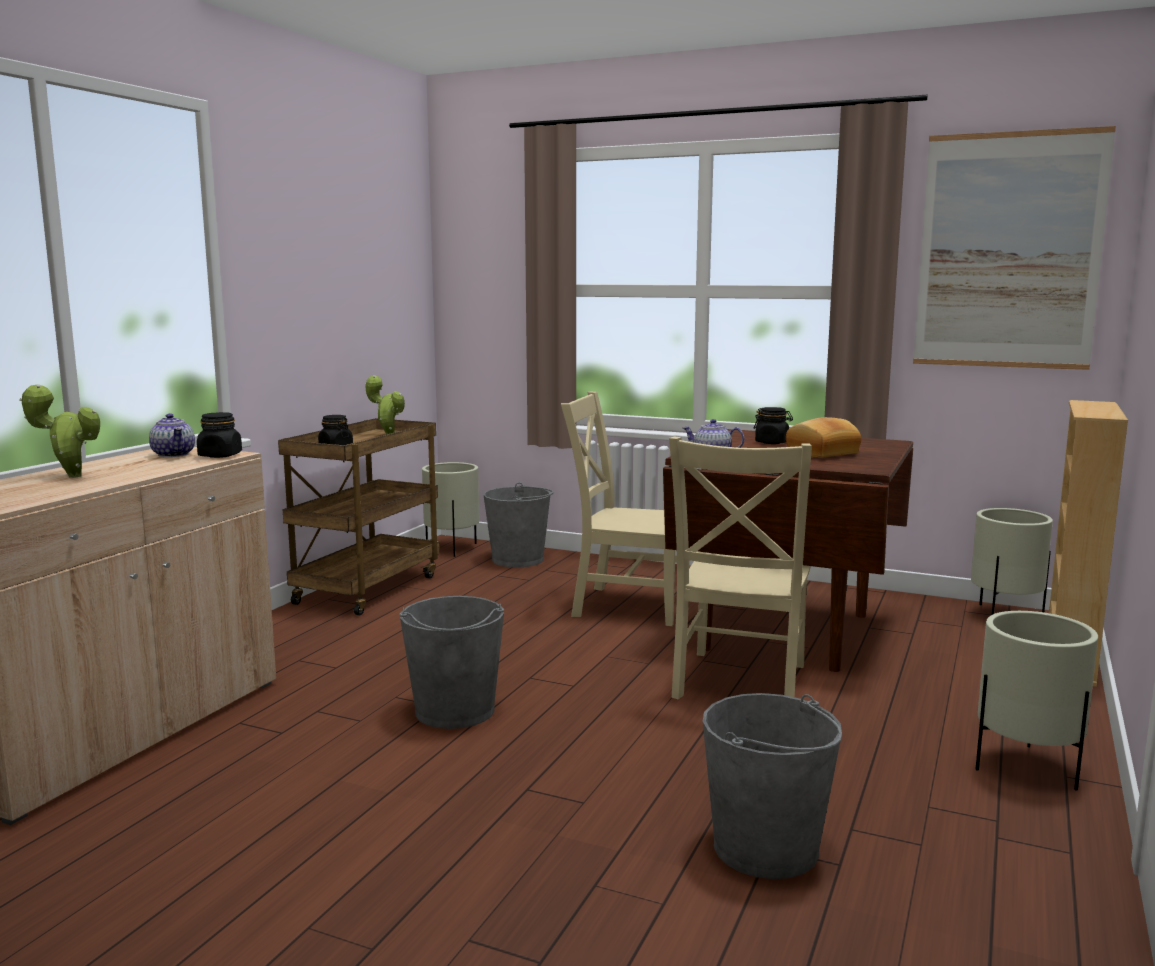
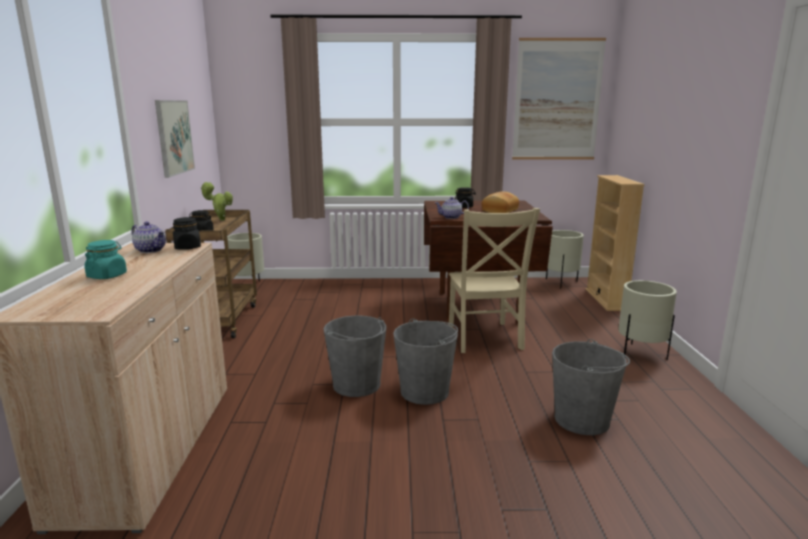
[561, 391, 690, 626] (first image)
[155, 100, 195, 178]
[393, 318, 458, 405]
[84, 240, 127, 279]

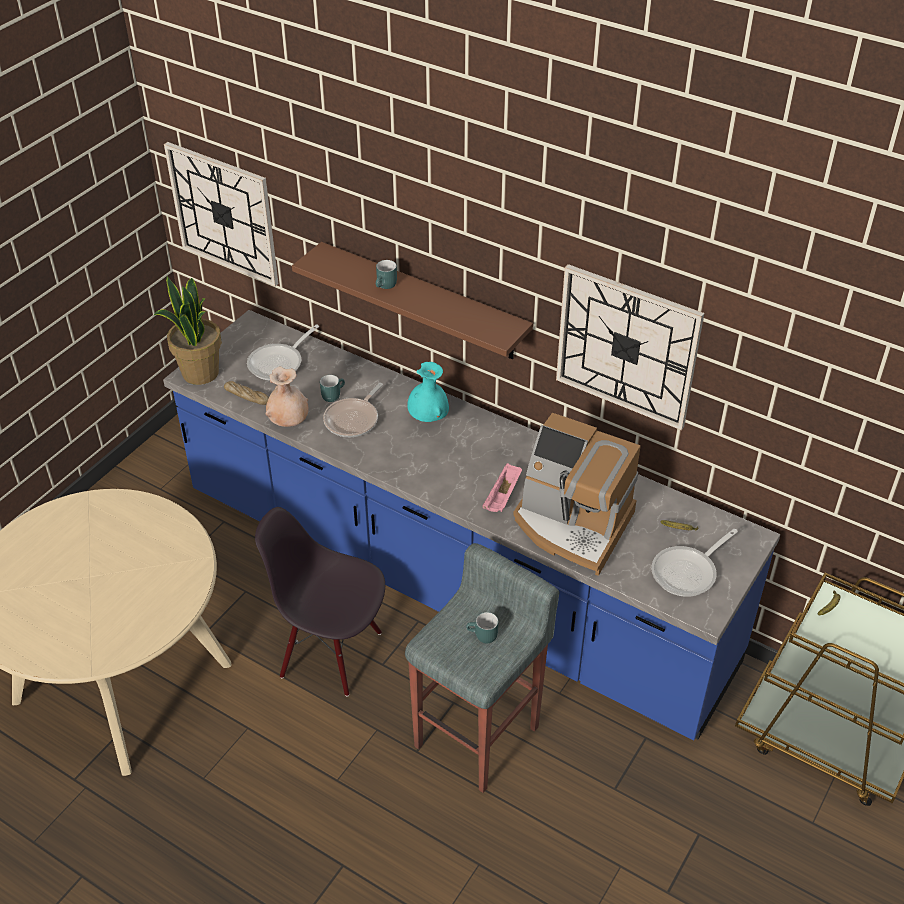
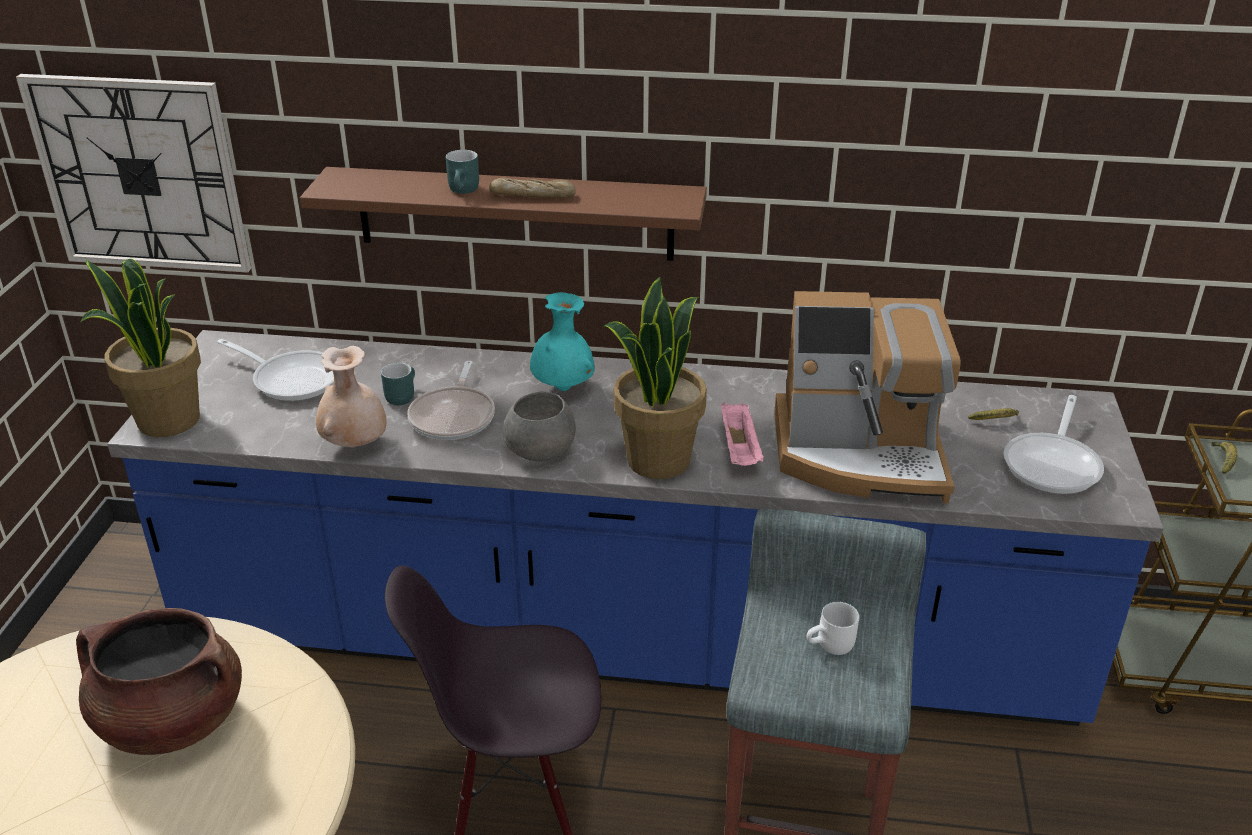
[556, 264, 704, 430] (first image)
[76, 608, 242, 755]
[503, 391, 576, 461]
[603, 277, 707, 479]
[489, 178, 576, 198]
[807, 602, 859, 655]
[217, 339, 334, 401]

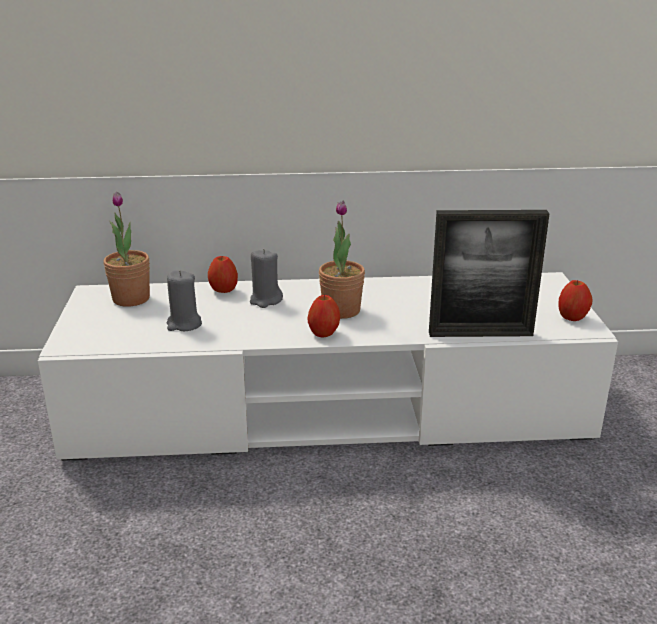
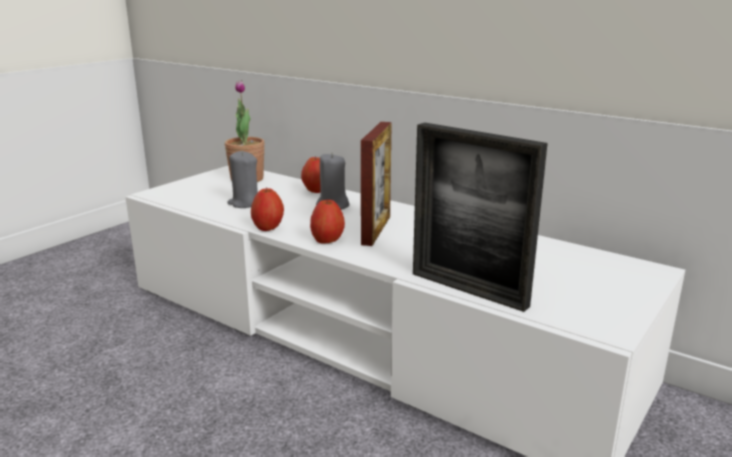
[251, 187, 284, 231]
[361, 122, 392, 246]

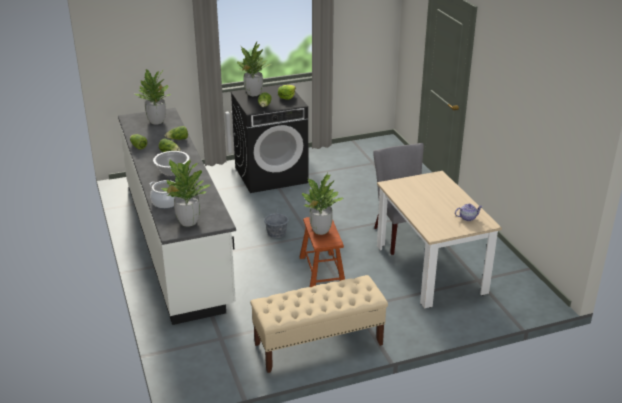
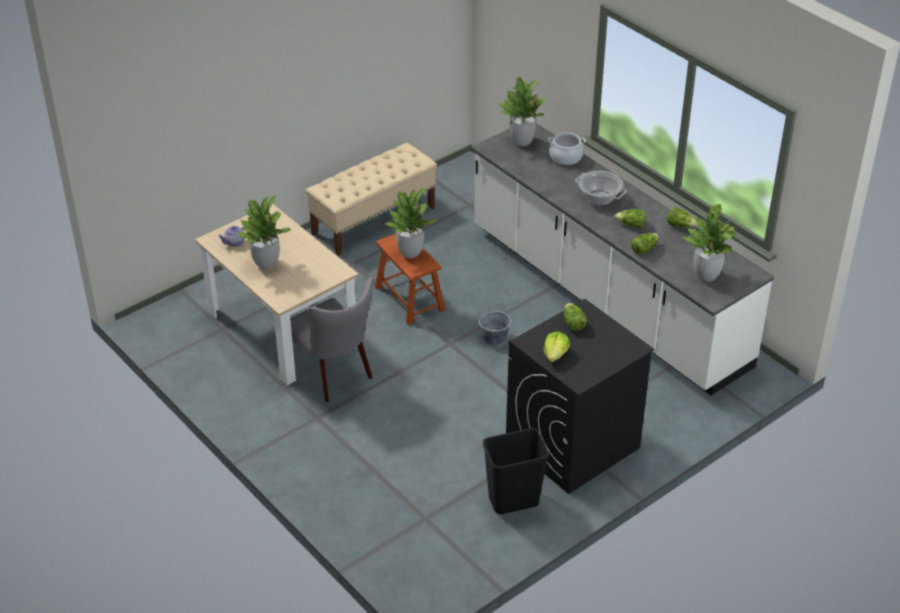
[483, 428, 549, 514]
[236, 195, 291, 270]

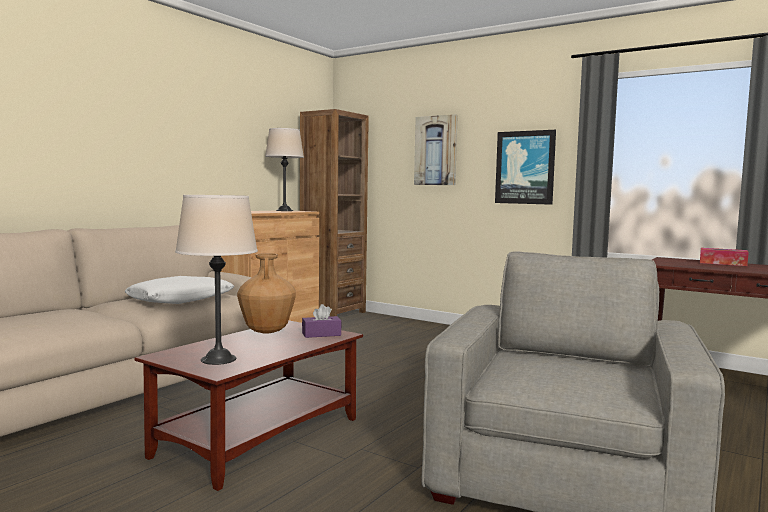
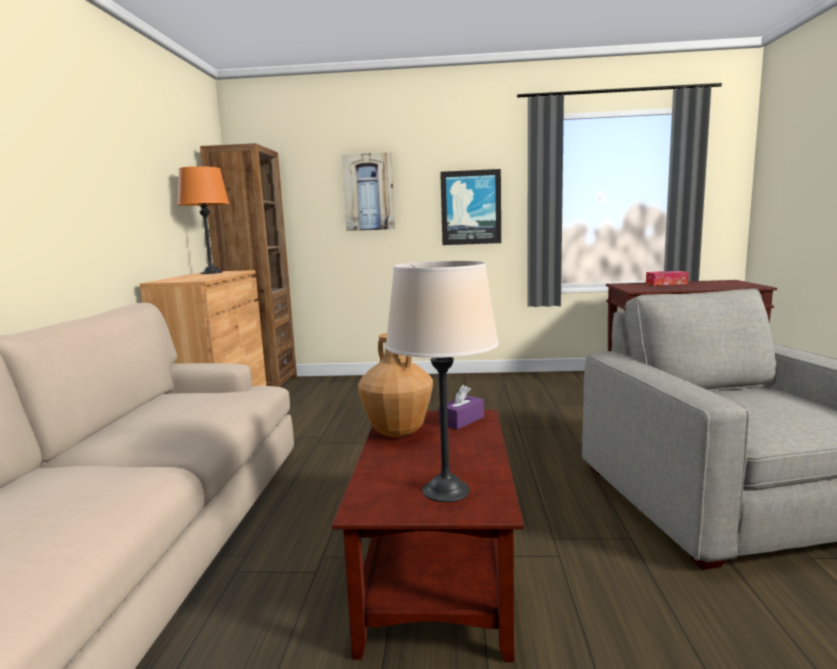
[125, 276, 234, 304] (first image)
[177, 166, 229, 274]

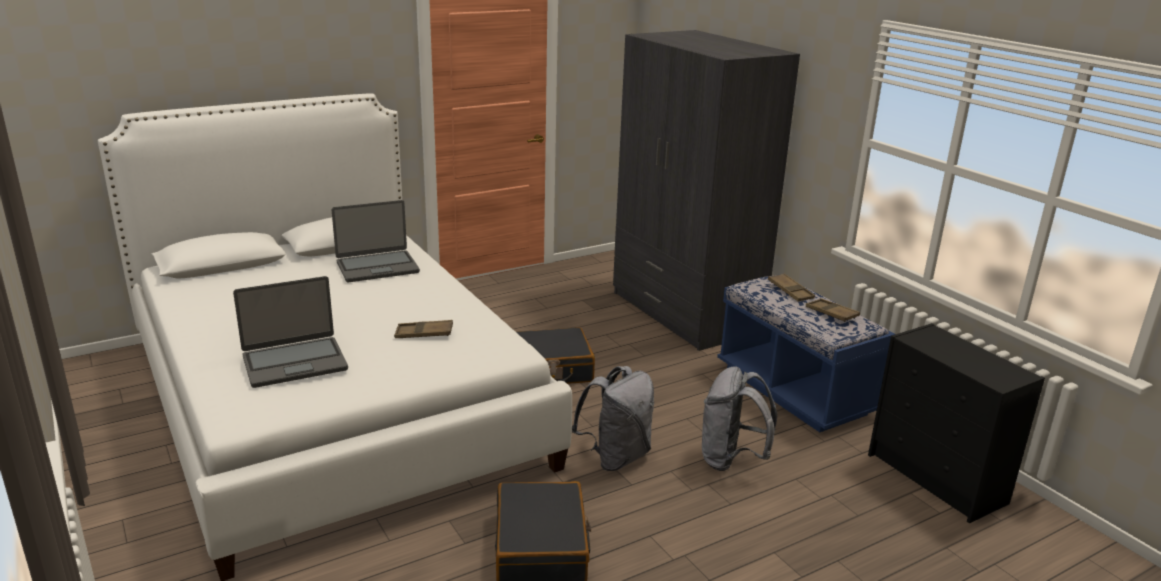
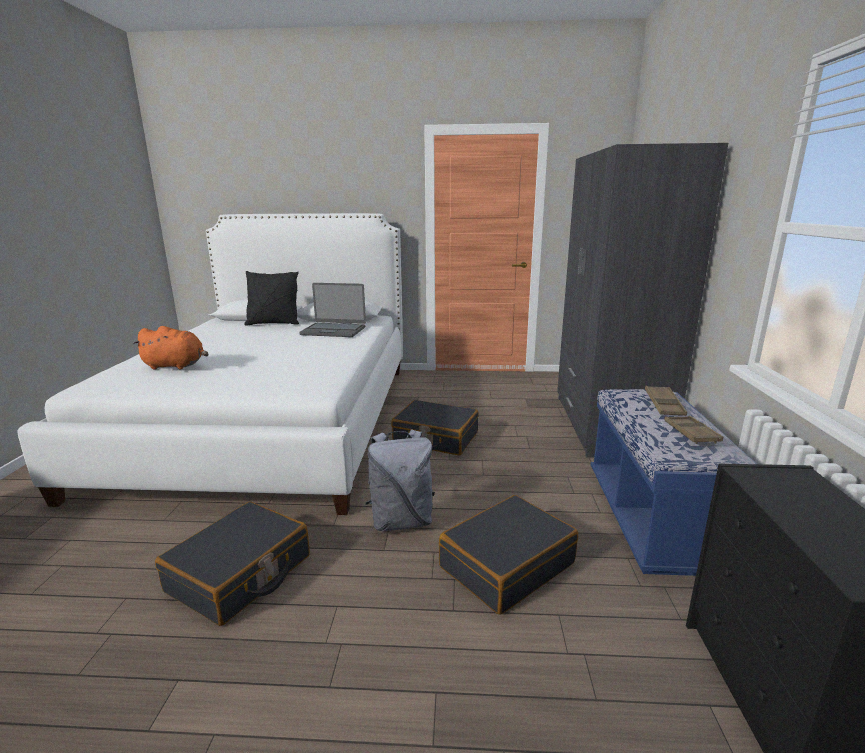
[394, 320, 453, 338] (first image)
[245, 271, 299, 326]
[133, 326, 209, 370]
[439, 495, 578, 615]

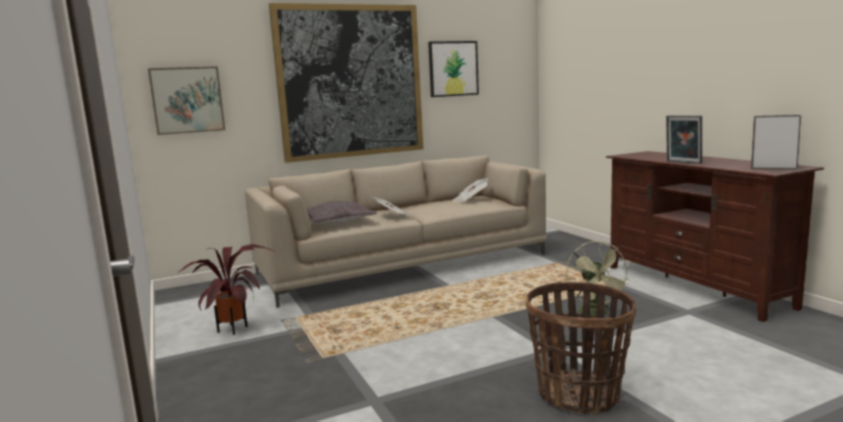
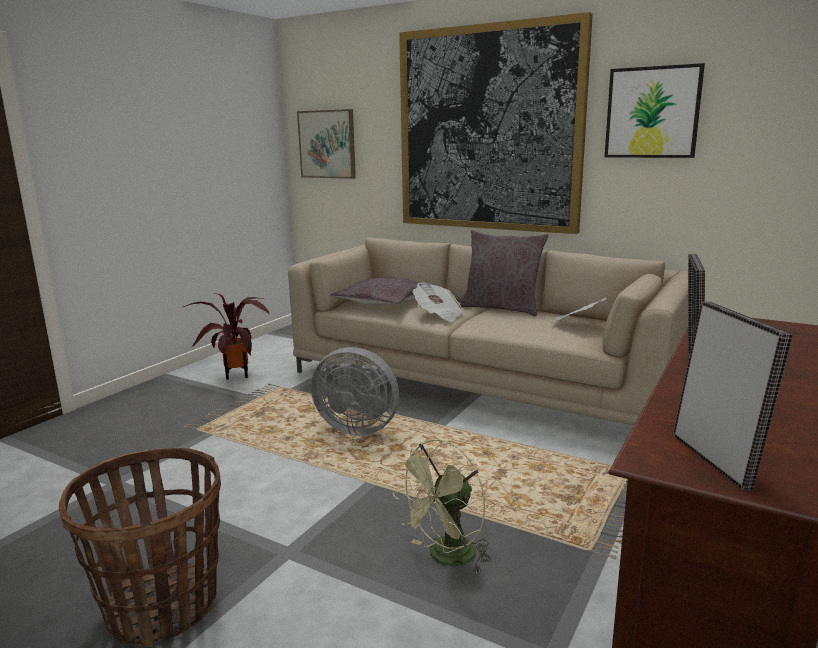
[311, 347, 399, 436]
[460, 230, 549, 316]

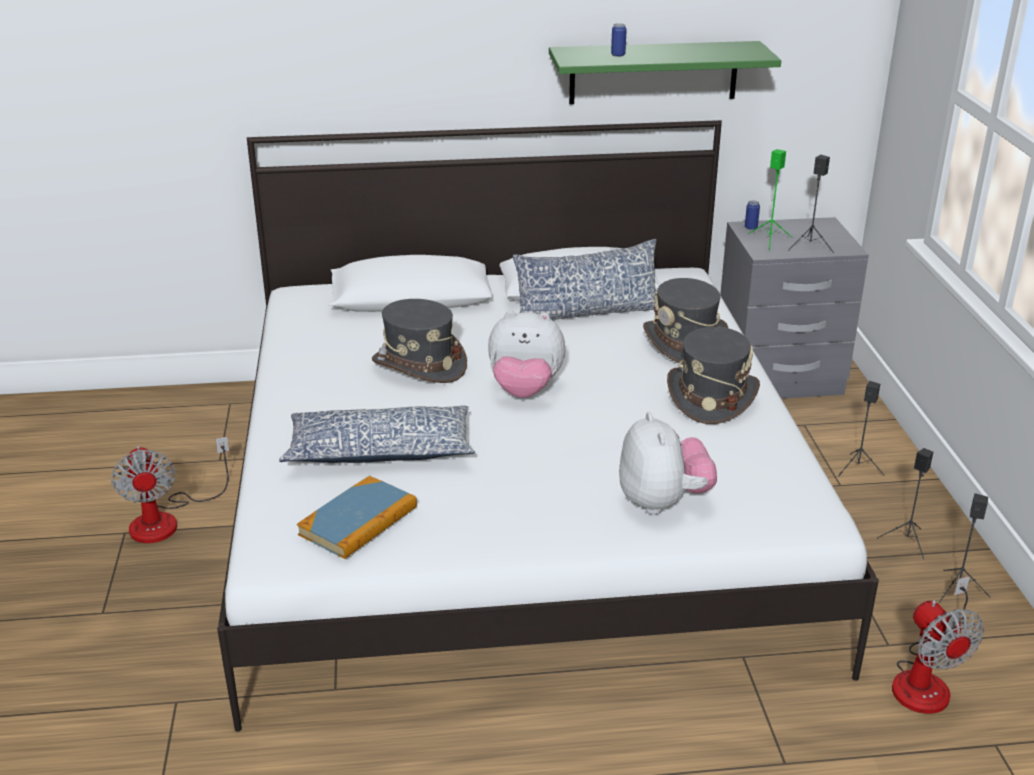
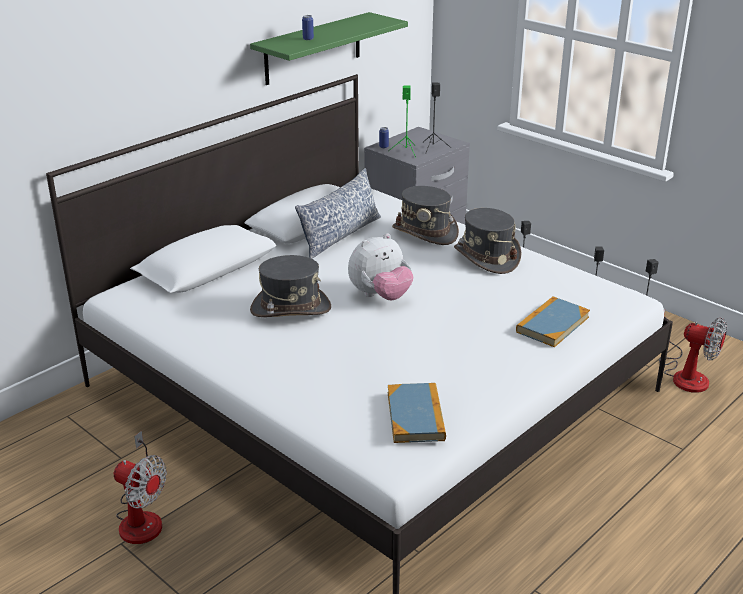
[279, 406, 475, 463] (first image)
[516, 296, 590, 347]

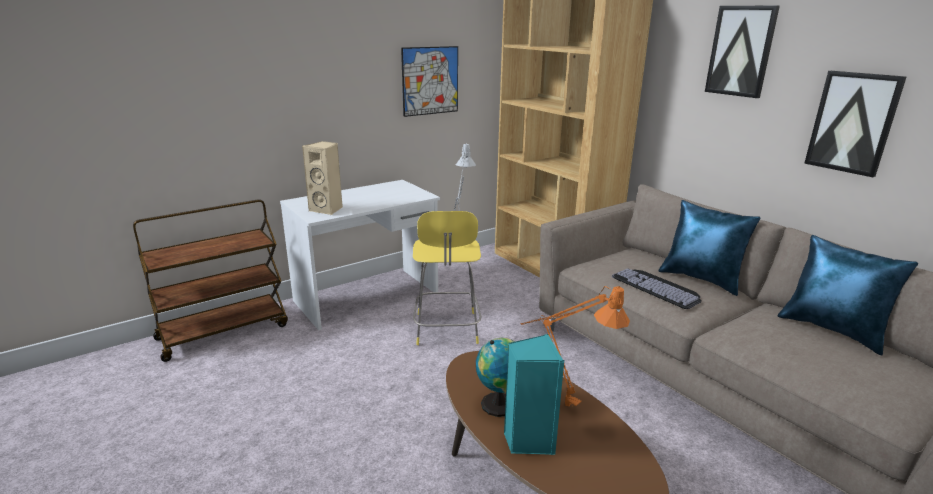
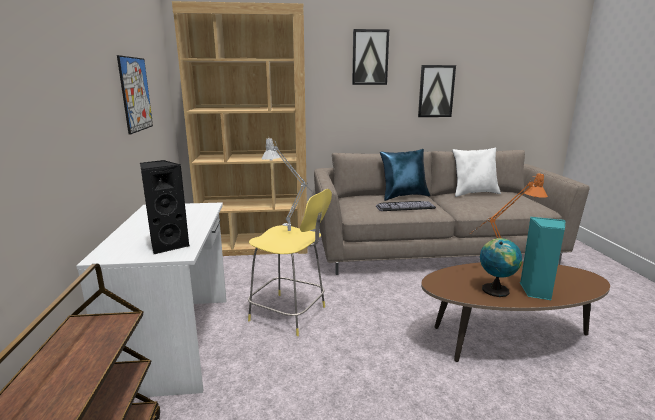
[140, 160, 190, 254]
[452, 148, 501, 197]

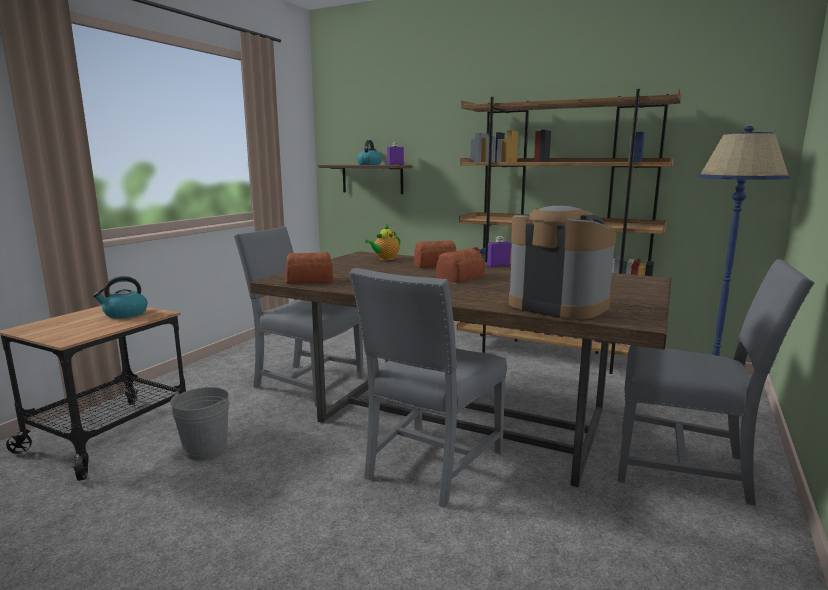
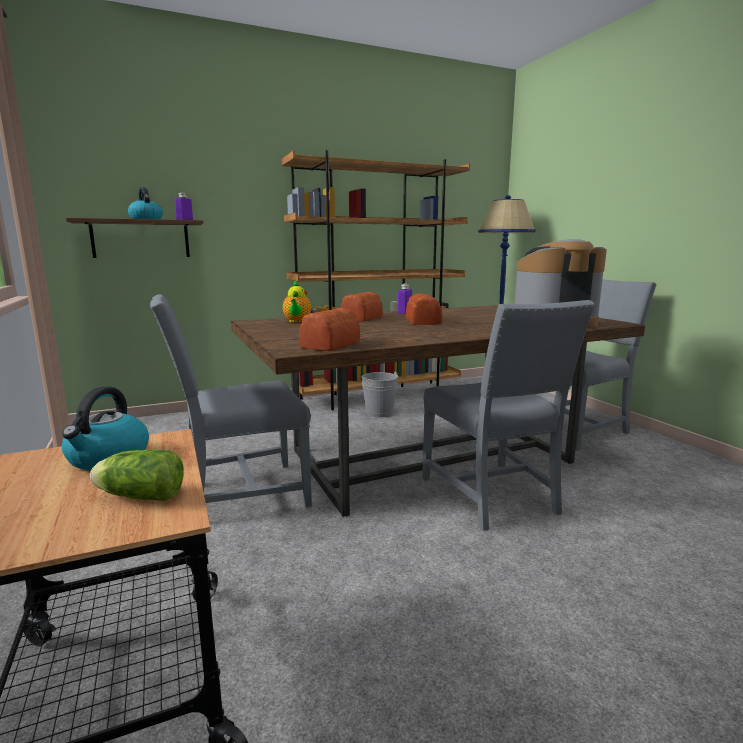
[90, 449, 184, 501]
[362, 372, 398, 417]

